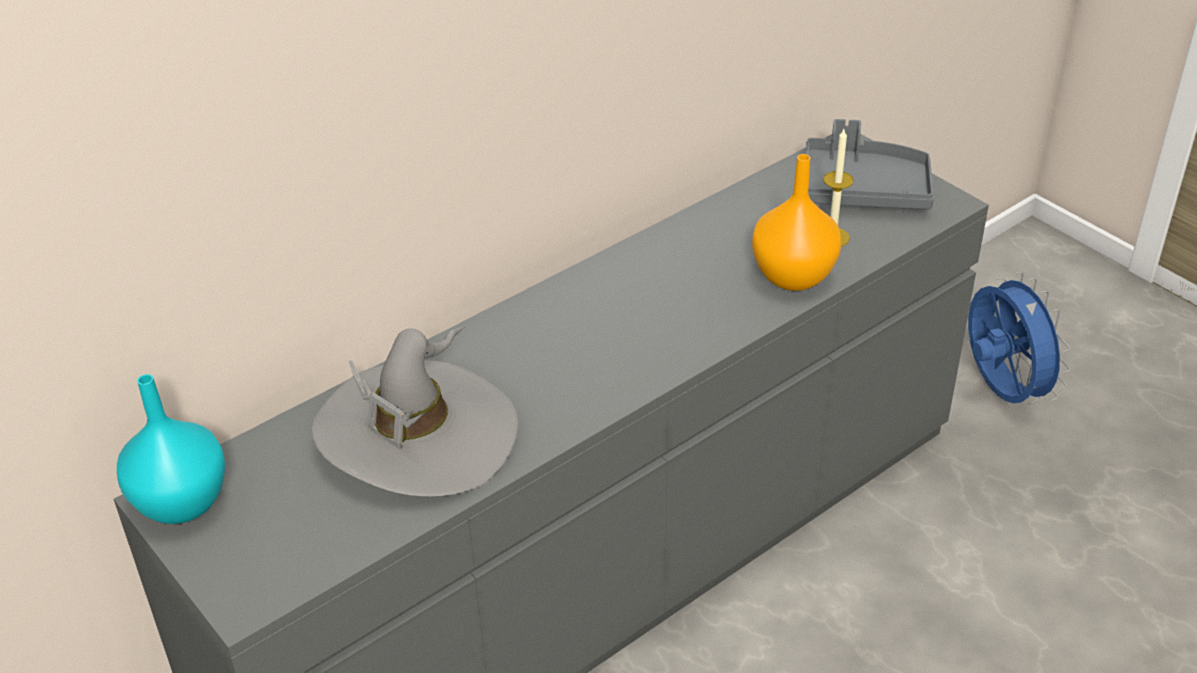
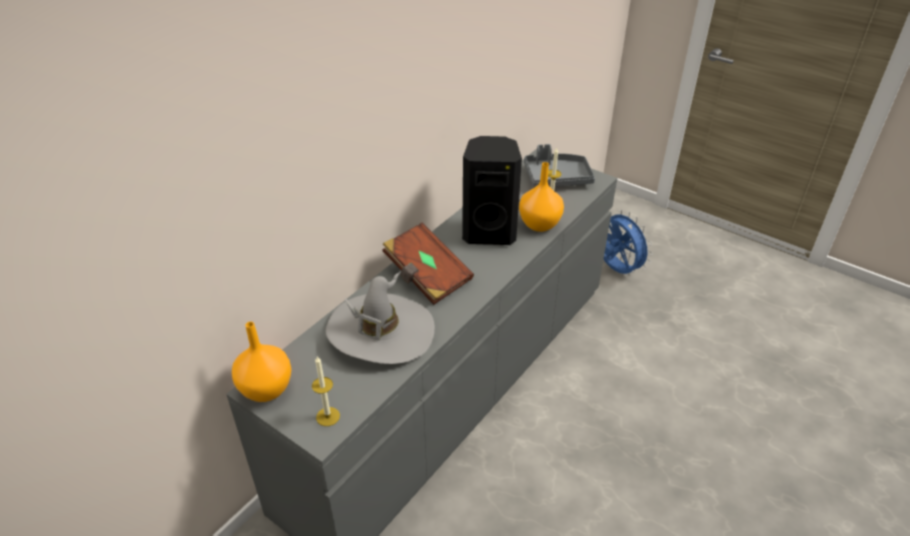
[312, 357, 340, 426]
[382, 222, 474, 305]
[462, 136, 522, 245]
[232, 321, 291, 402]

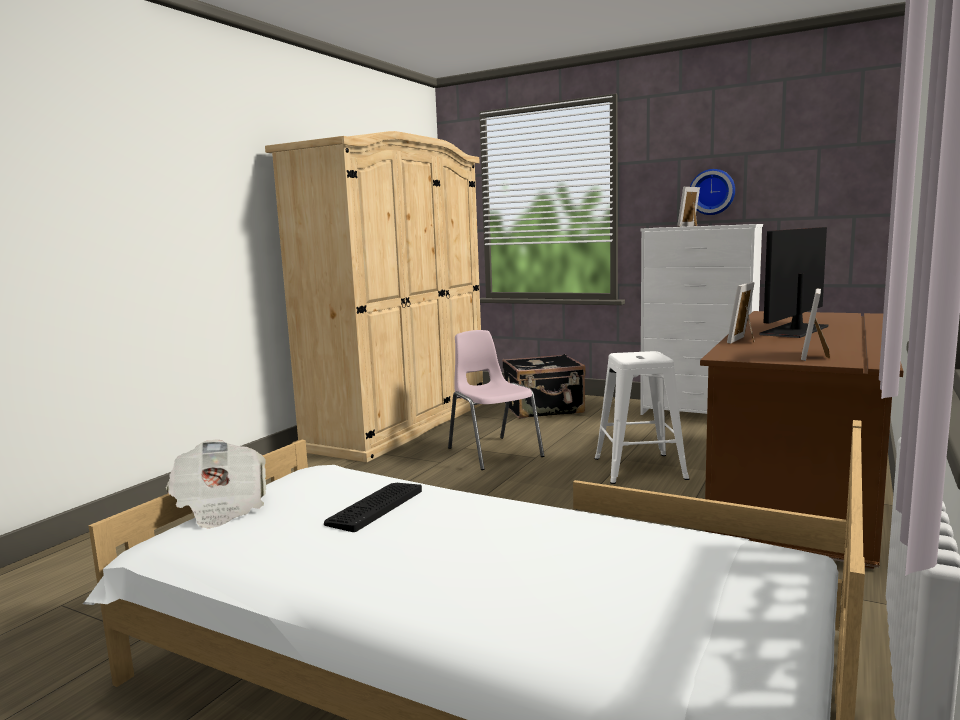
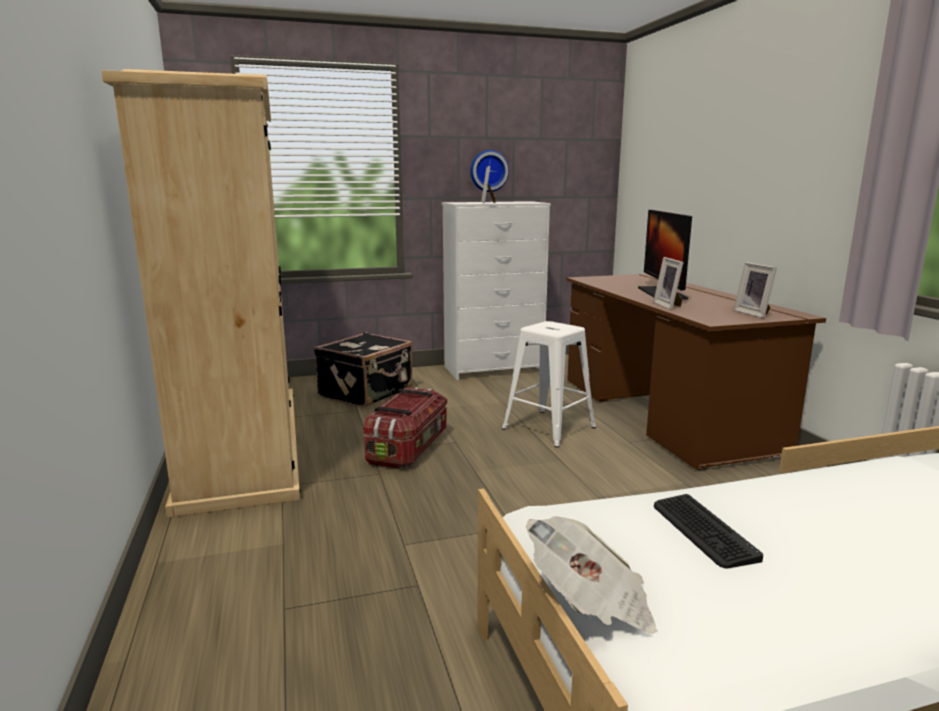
[364, 387, 447, 468]

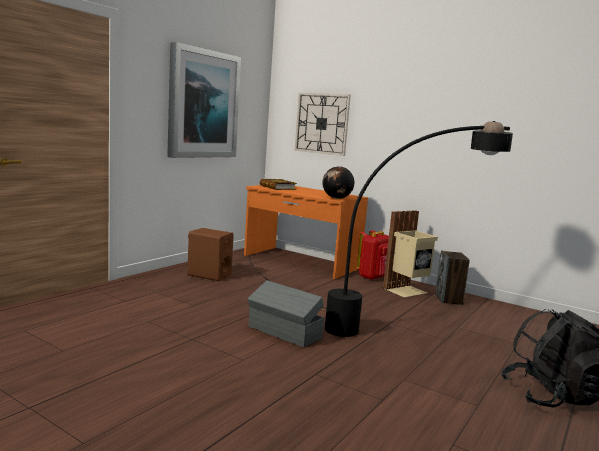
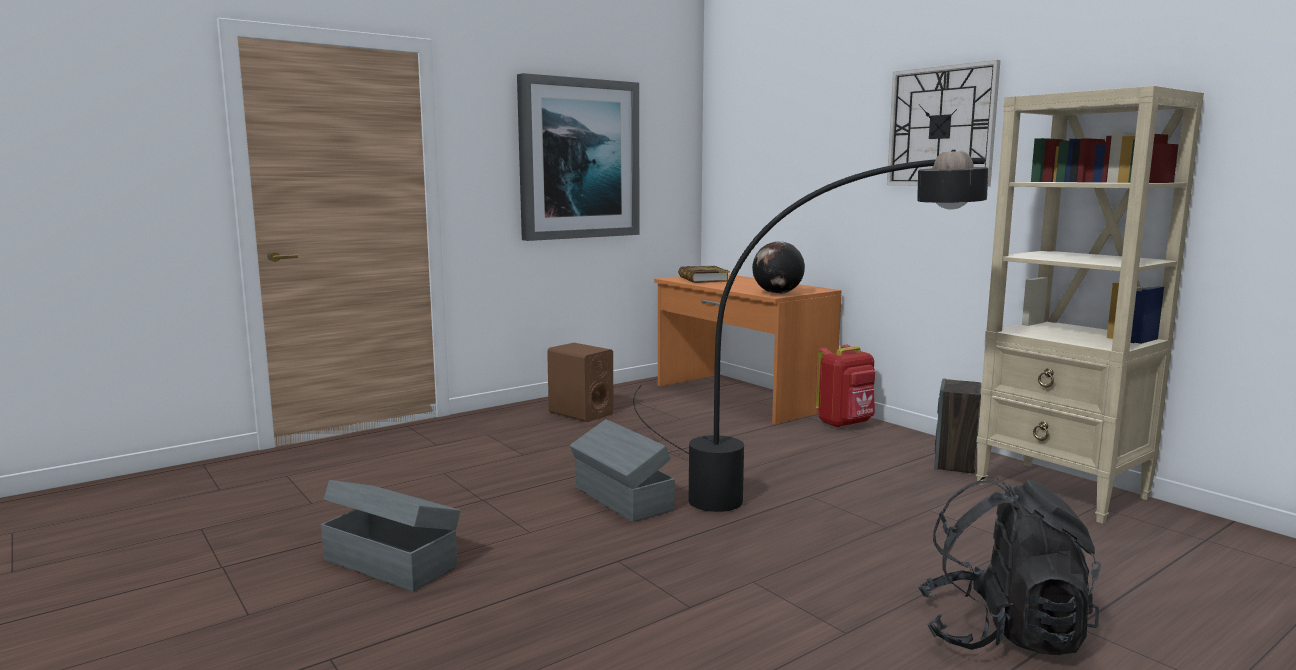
[383, 210, 438, 297] (first image)
[321, 480, 461, 592]
[976, 86, 1204, 524]
[887, 60, 1000, 187]

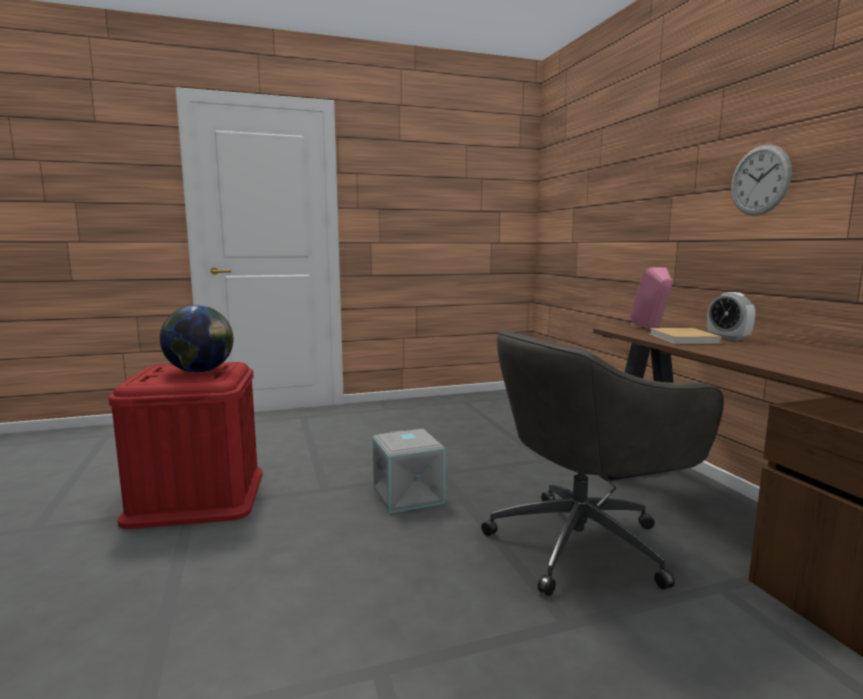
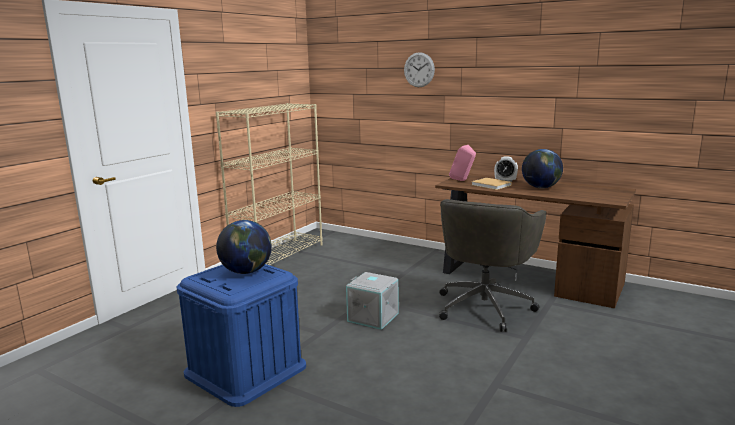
[216, 103, 323, 265]
[522, 149, 563, 188]
[404, 52, 435, 87]
[177, 264, 306, 407]

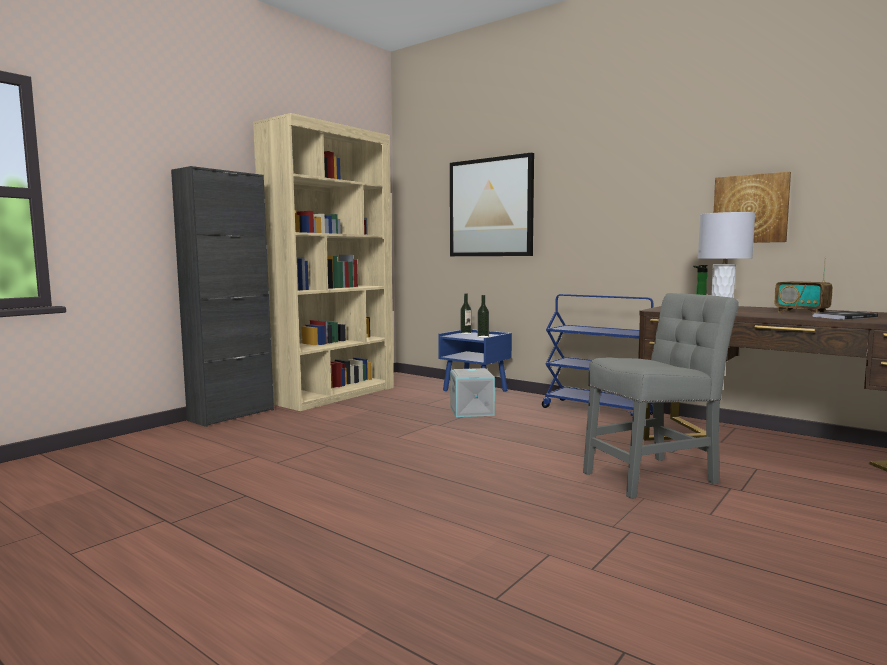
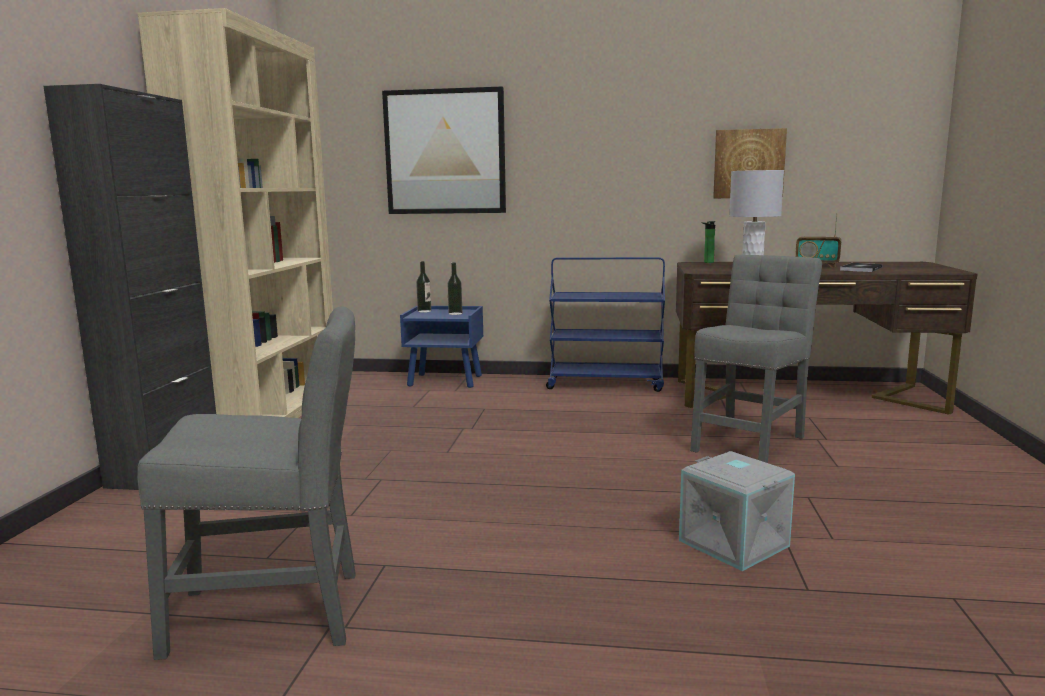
[137, 306, 356, 660]
[679, 451, 795, 571]

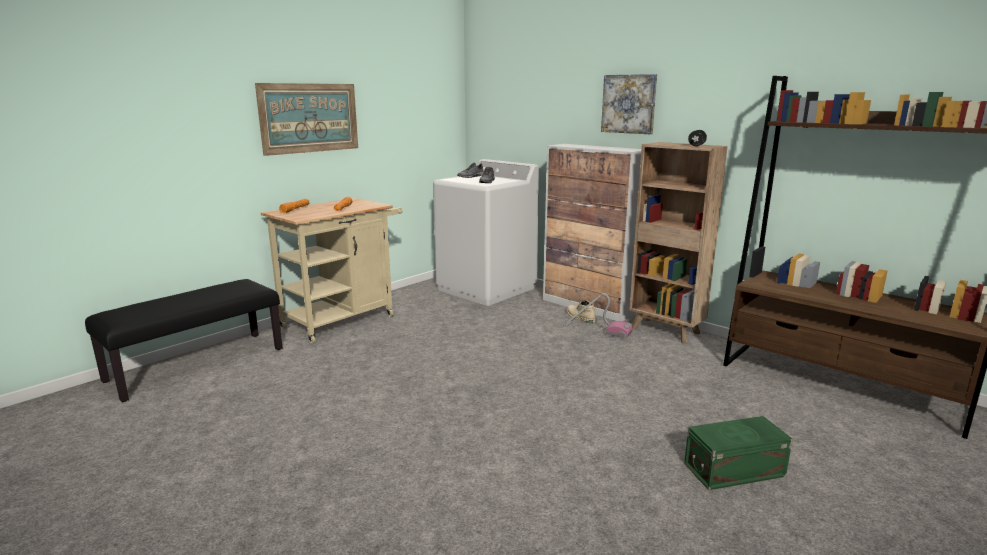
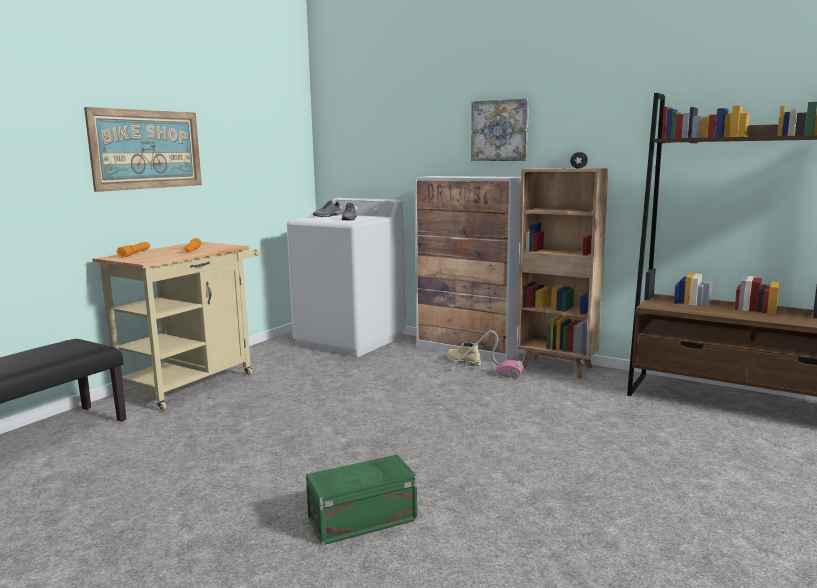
[306, 455, 417, 546]

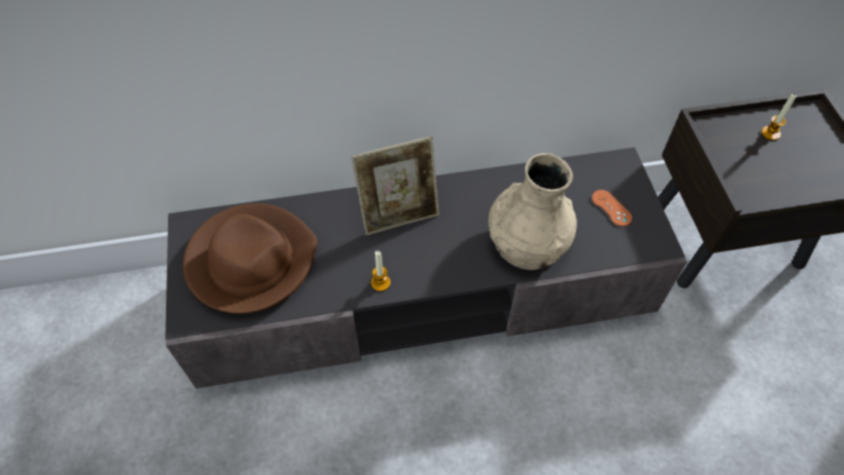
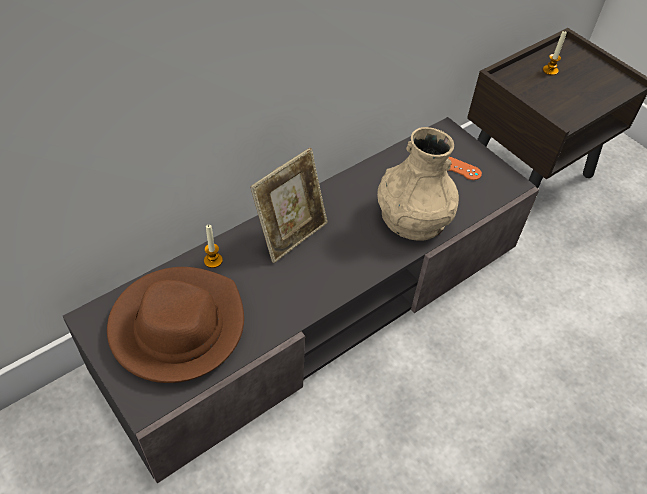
[204, 225, 223, 268]

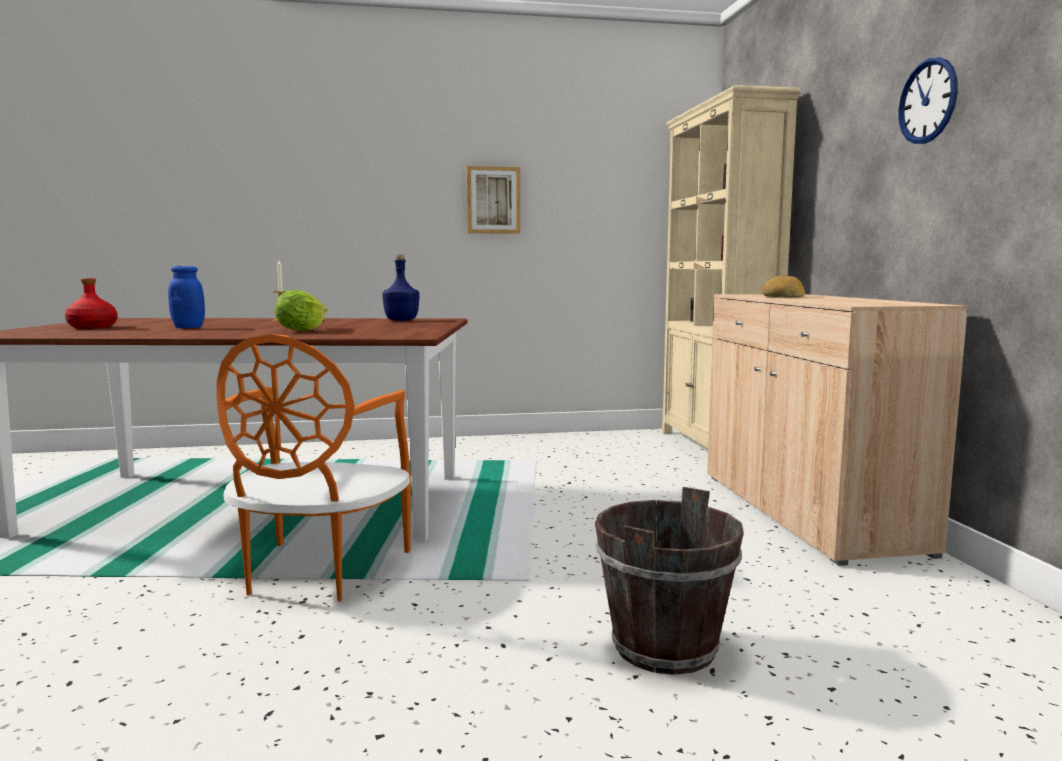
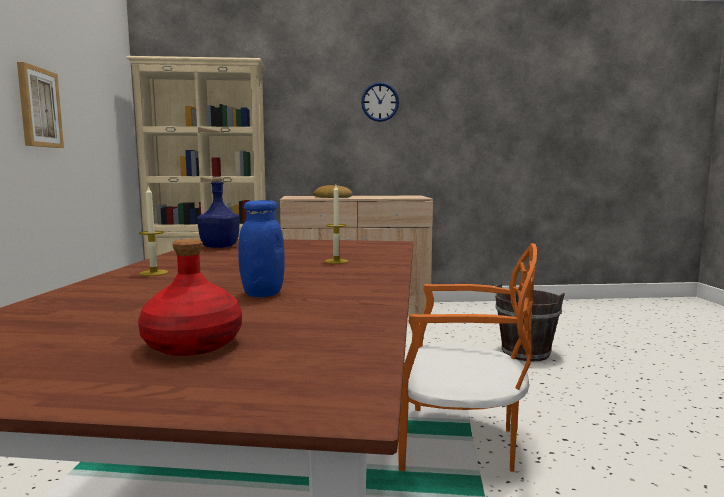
[325, 185, 348, 264]

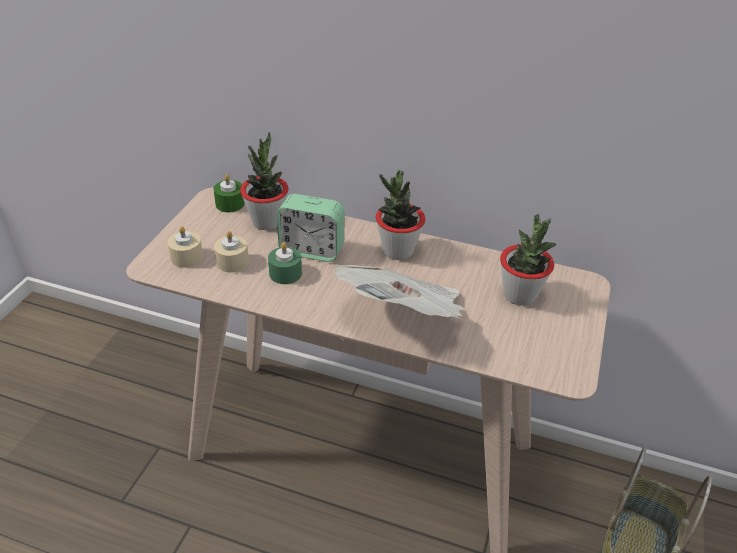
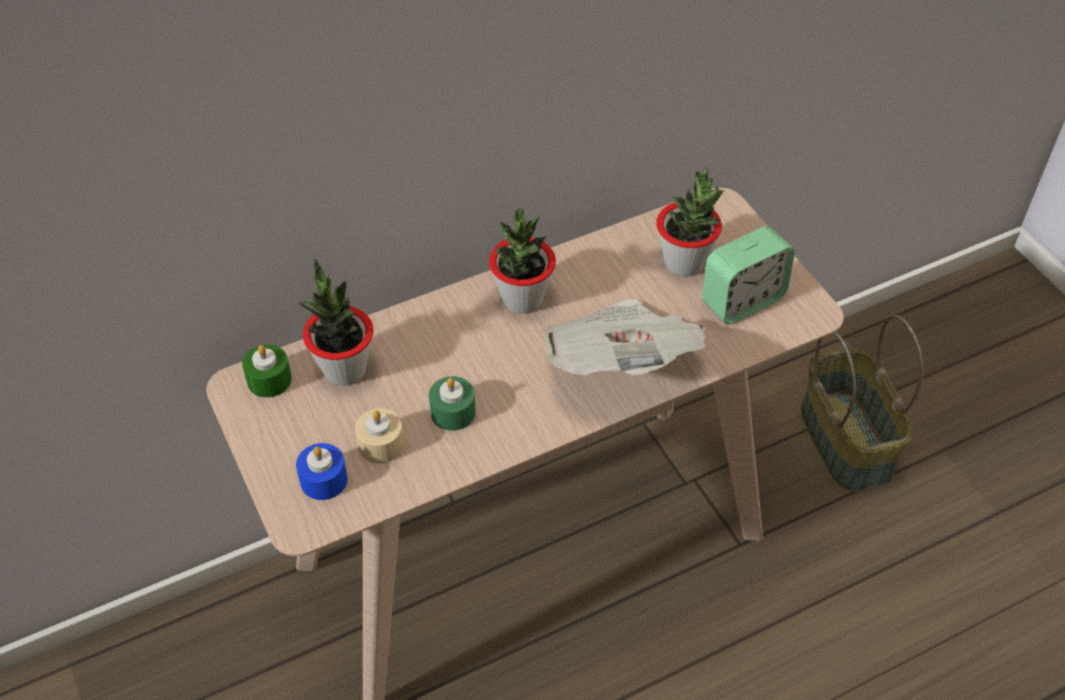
[702, 226, 795, 324]
[296, 443, 347, 500]

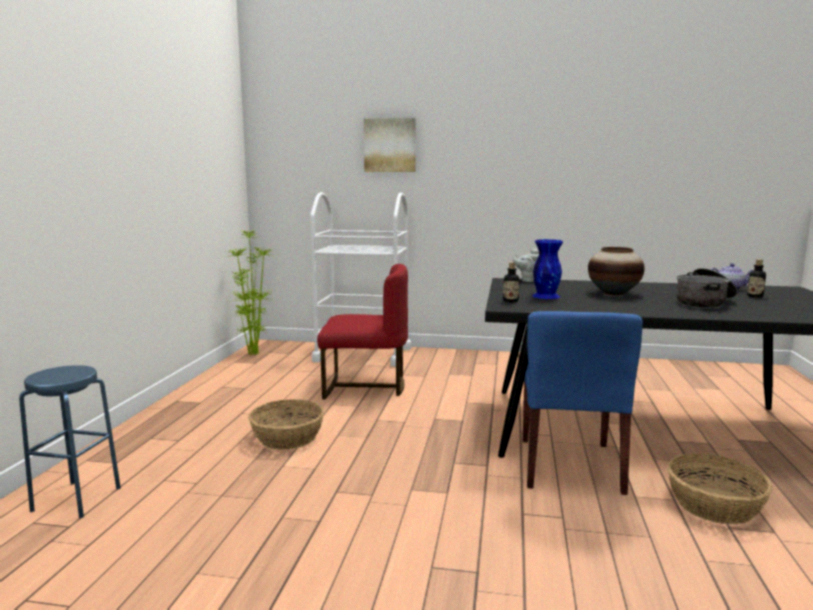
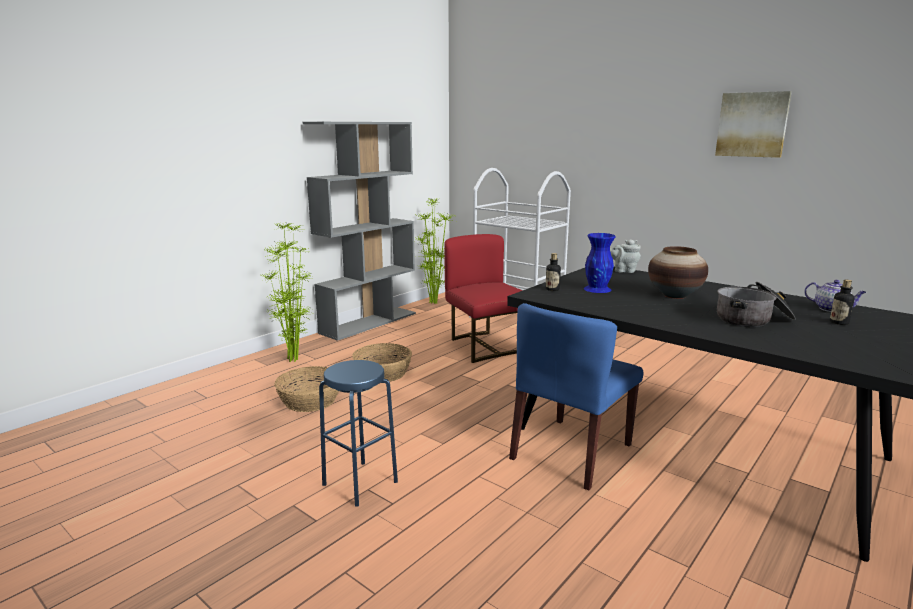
[259, 223, 312, 362]
[303, 122, 416, 341]
[319, 360, 398, 507]
[715, 91, 792, 158]
[274, 366, 339, 412]
[444, 234, 522, 363]

